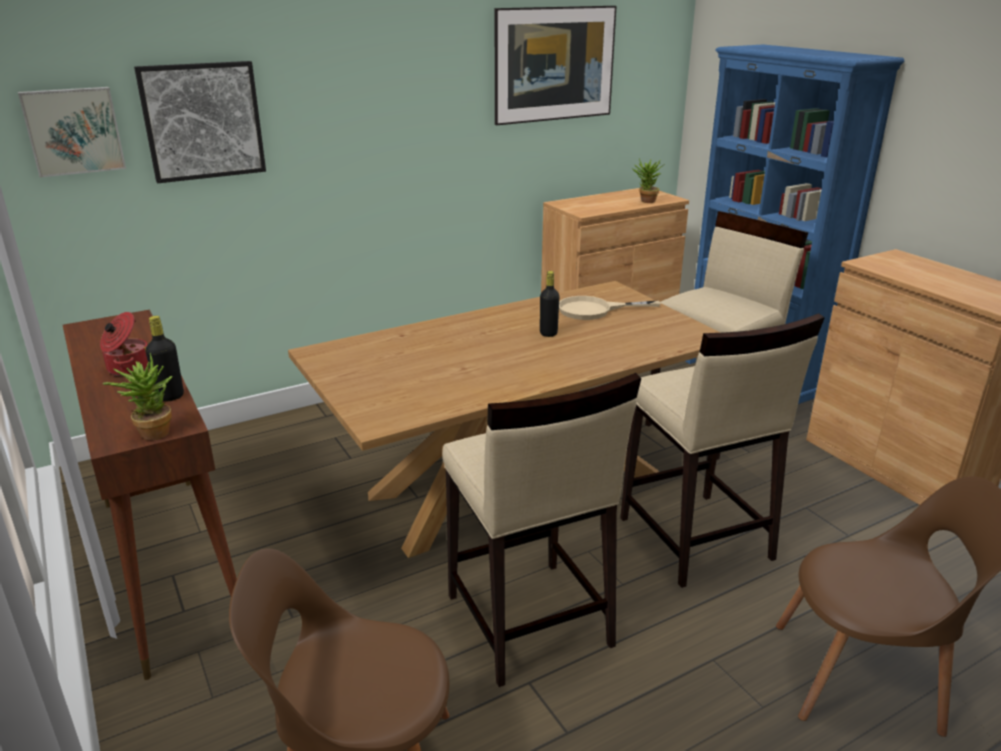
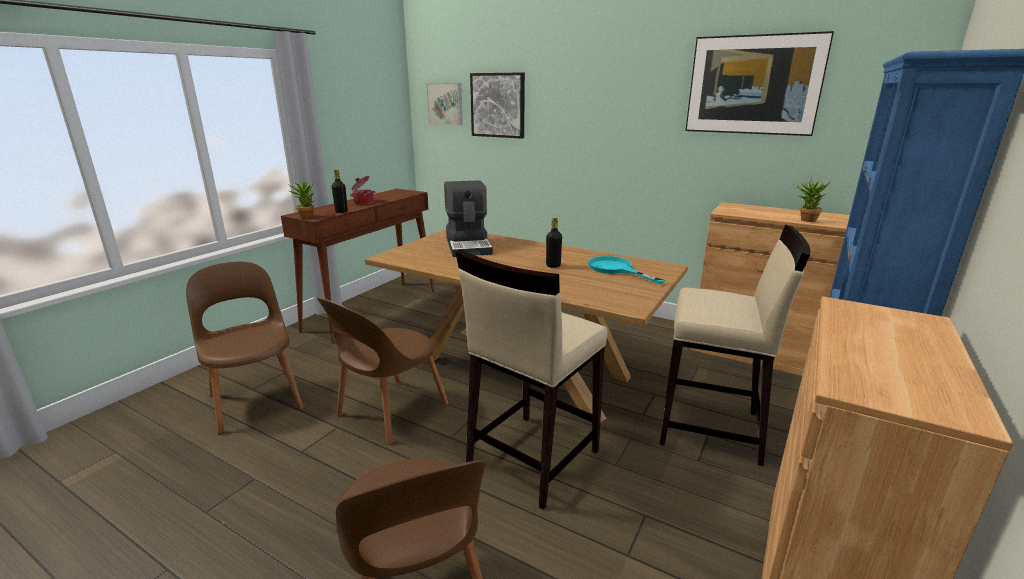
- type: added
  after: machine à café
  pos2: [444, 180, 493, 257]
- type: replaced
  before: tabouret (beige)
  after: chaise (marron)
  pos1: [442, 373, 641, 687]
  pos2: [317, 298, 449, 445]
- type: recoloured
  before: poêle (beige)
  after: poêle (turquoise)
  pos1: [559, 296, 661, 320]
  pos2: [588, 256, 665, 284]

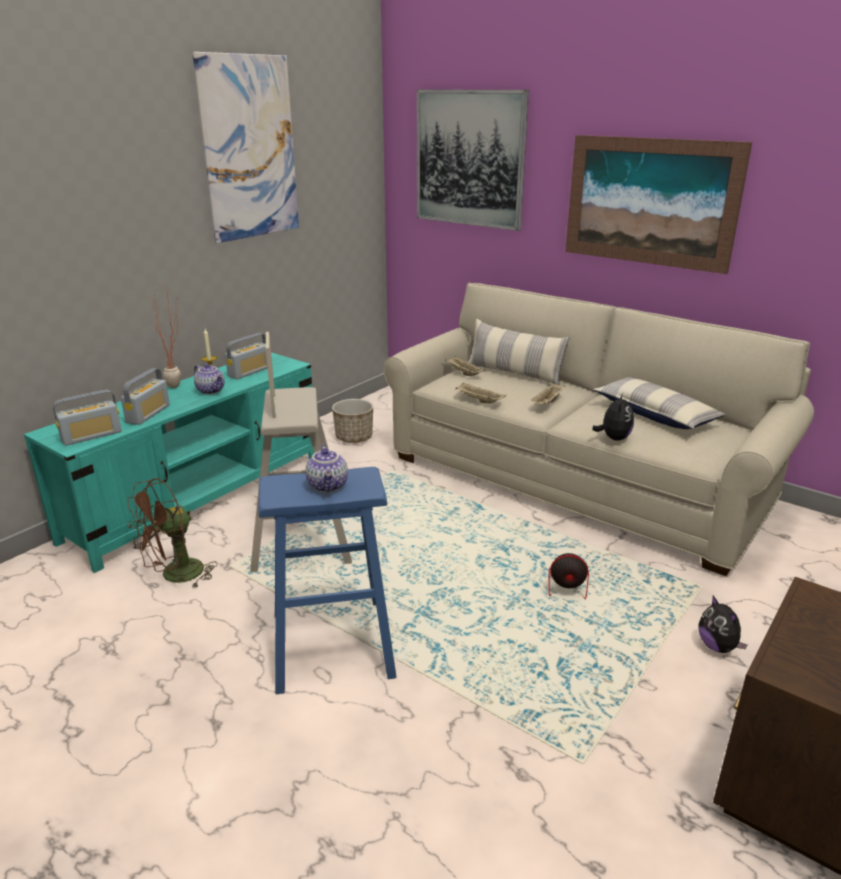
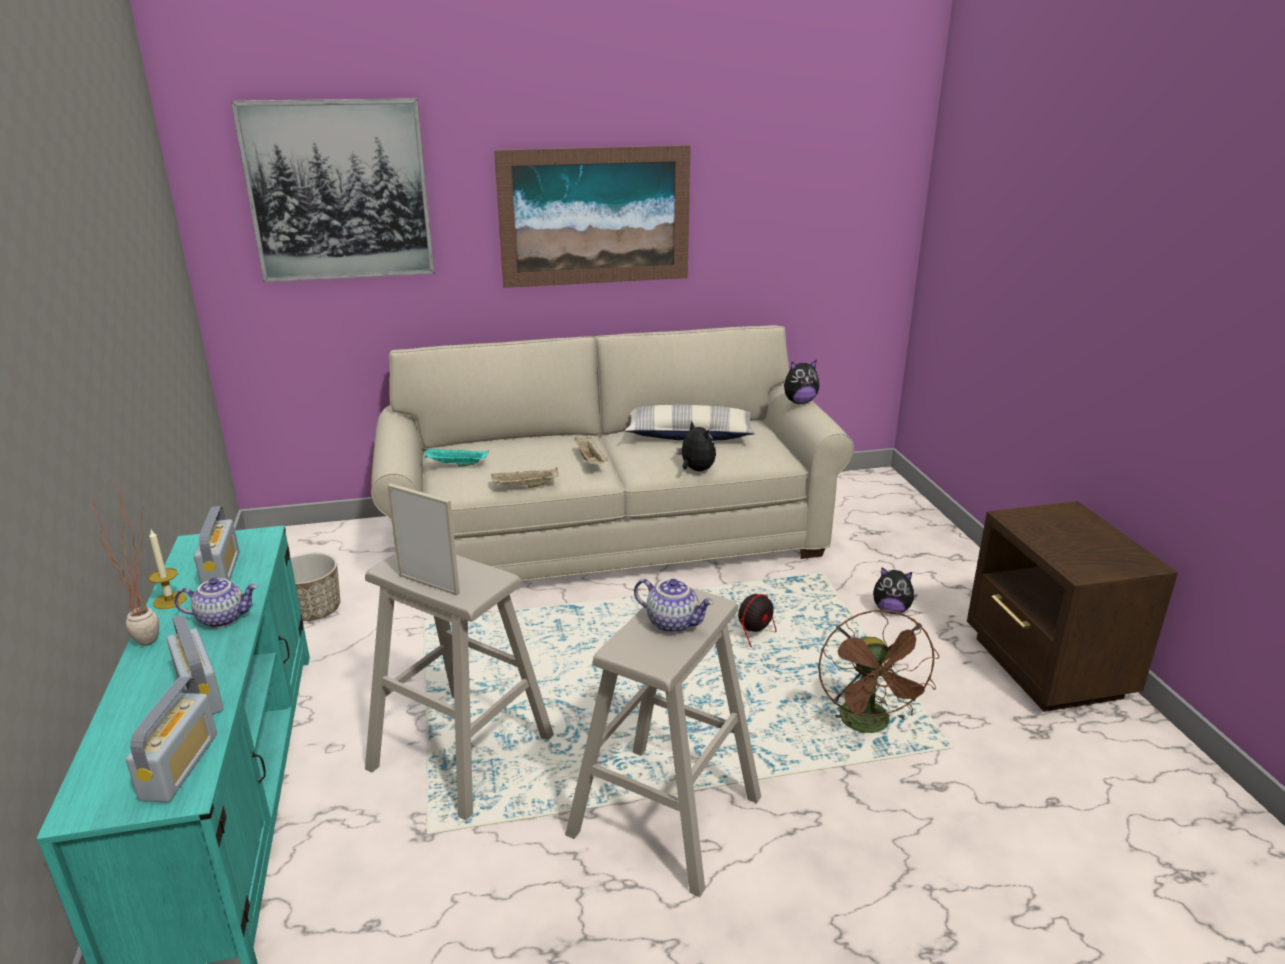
- type: removed
  before: tableau
  pos1: [192, 52, 299, 243]
- type: removed
  before: coussin
  pos1: [468, 319, 570, 385]
- type: added
  after: peluche
  pos2: [784, 360, 819, 404]
- type: moved
  before: ventilateur (marron)
  pos1: [127, 478, 218, 588]
  pos2: [818, 609, 939, 733]
- type: recoloured
  before: tabouret (bleu)
  after: tabouret (beige)
  pos1: [259, 467, 397, 694]
  pos2: [565, 588, 761, 897]
- type: recoloured
  before: plateau (beige)
  after: plateau (turquoise)
  pos1: [445, 356, 485, 376]
  pos2: [424, 448, 489, 467]

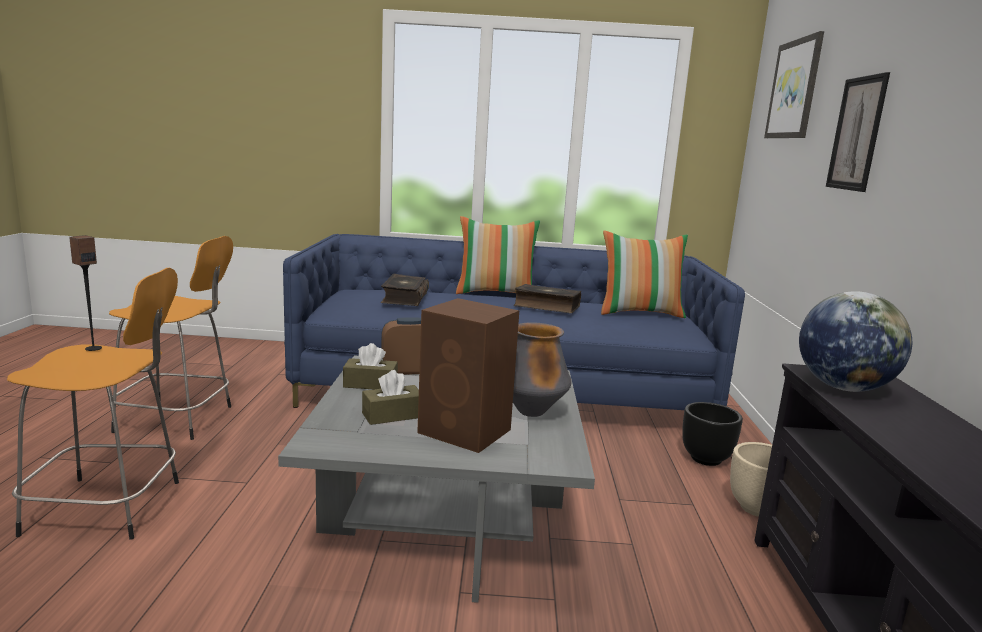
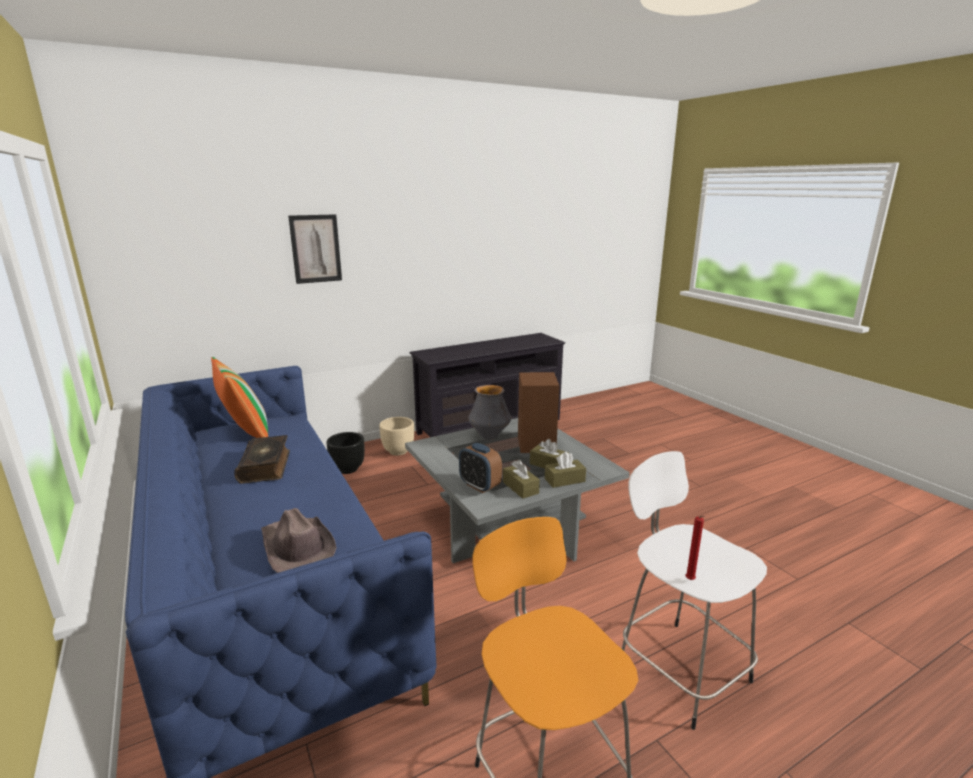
- type: removed
  before: coussin
  pos1: [456, 216, 540, 294]
- type: removed
  before: tableau
  pos1: [764, 31, 824, 138]
- type: removed
  before: globe
  pos1: [799, 291, 912, 392]
- type: added
  after: boîte à mouchoirs (marron)
  pos2: [545, 452, 586, 488]
- type: replaced
  before: enceinte
  after: bougie (rouge)
  pos1: [69, 235, 102, 351]
  pos2: [686, 516, 705, 580]
- type: replaced
  before: livre
  after: chapeau (marron)
  pos1: [381, 274, 429, 306]
  pos2: [261, 508, 337, 573]
- type: recoloured
  before: tabouret (orange)
  after: tabouret (blanc)
  pos1: [7, 268, 179, 540]
  pos2: [621, 451, 767, 730]

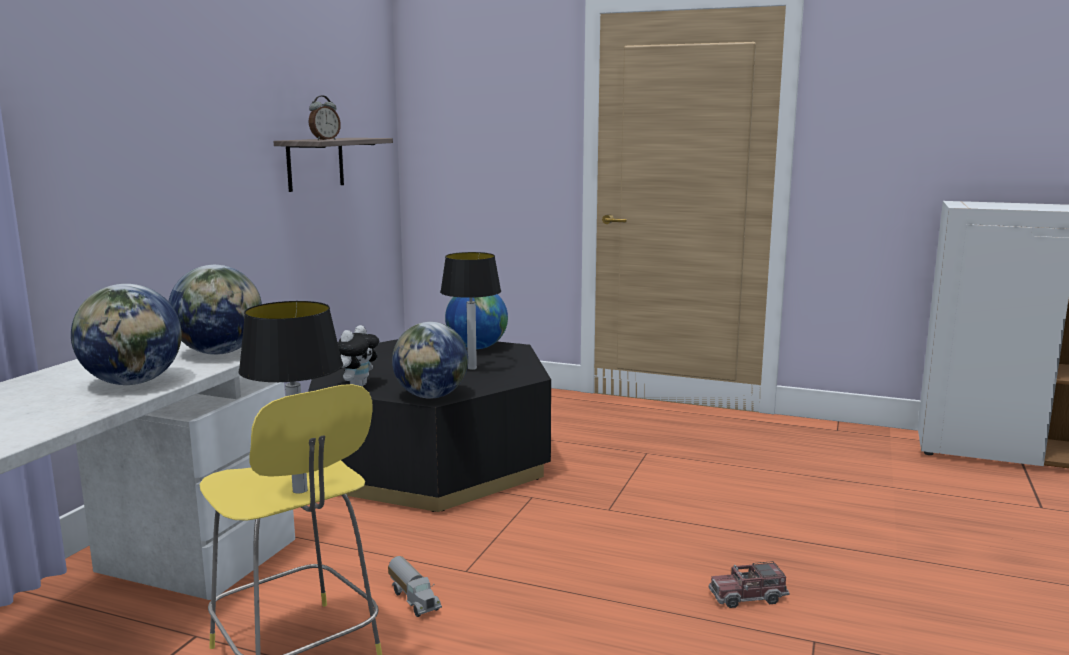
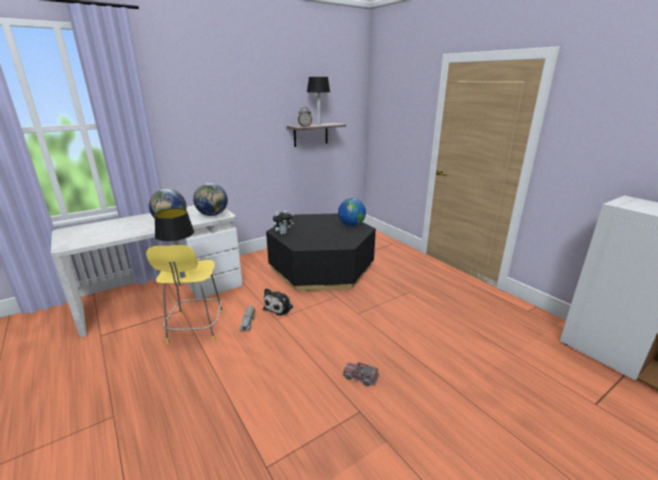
- type: removed
  before: globe
  pos1: [392, 322, 468, 399]
- type: added
  after: peluche
  pos2: [263, 288, 293, 316]
- type: moved
  before: lampe de table
  pos1: [440, 252, 501, 370]
  pos2: [307, 77, 330, 125]

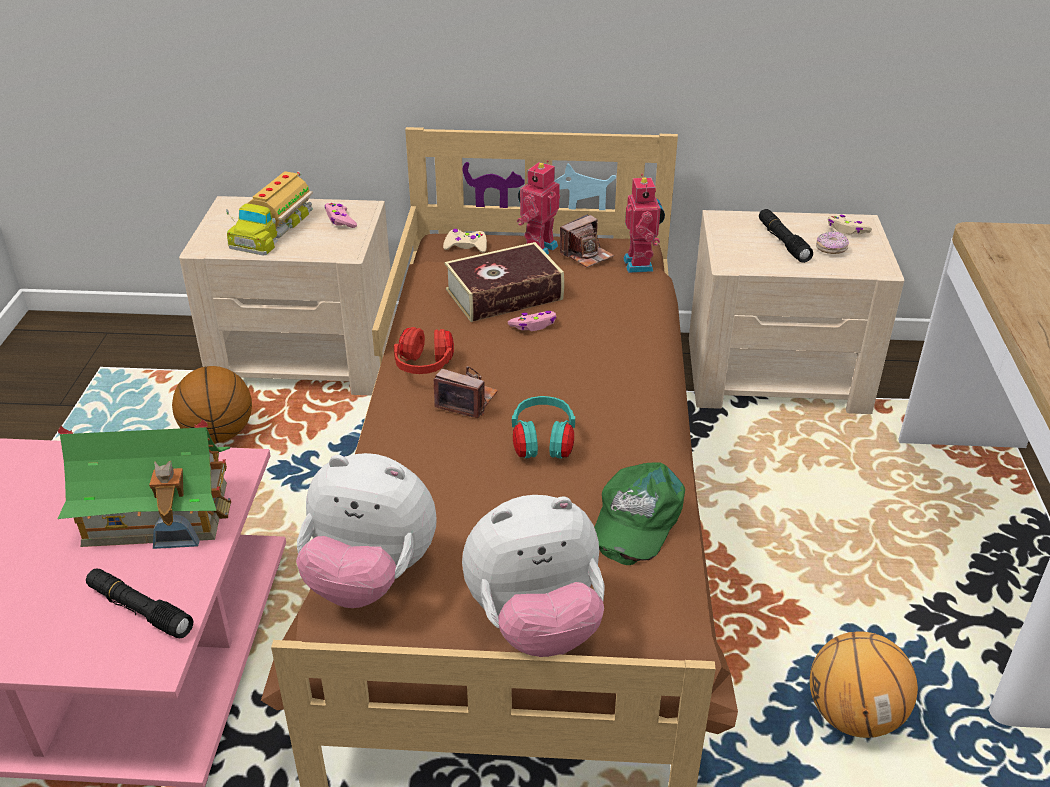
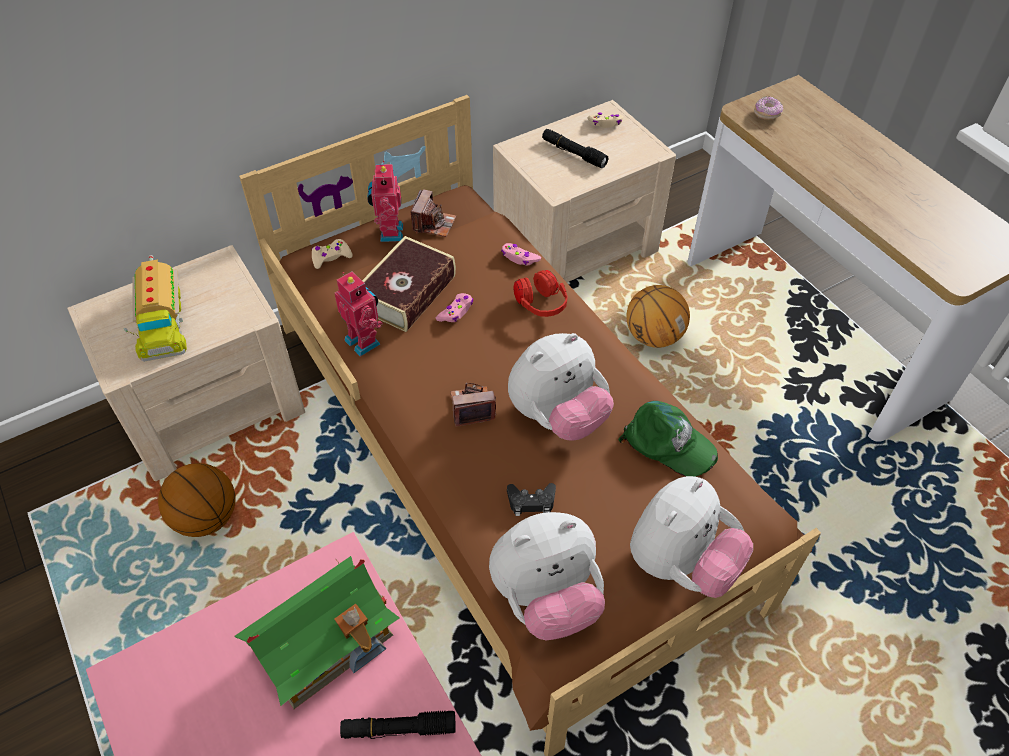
- type: added
  after: manette (noir)
  pos2: [507, 483, 556, 516]
- type: moved
  before: manette (rose)
  pos1: [325, 203, 357, 228]
  pos2: [501, 243, 541, 266]
- type: moved
  before: casque audio (rouge)
  pos1: [394, 327, 454, 374]
  pos2: [513, 270, 568, 317]
- type: moved
  before: robot jouet
  pos1: [623, 174, 665, 273]
  pos2: [334, 272, 383, 357]
- type: moved
  before: ballon de basket
  pos1: [810, 631, 918, 738]
  pos2: [626, 285, 690, 348]
- type: moved
  before: beignet
  pos1: [816, 231, 849, 254]
  pos2: [754, 96, 783, 120]
- type: replaced
  before: casque audio (turquoise)
  after: peluche
  pos1: [512, 396, 575, 459]
  pos2: [508, 333, 614, 441]
- type: turned
  before: casquette (vert)
  pos1: [594, 462, 685, 565]
  pos2: [618, 401, 718, 477]
  turn: -45

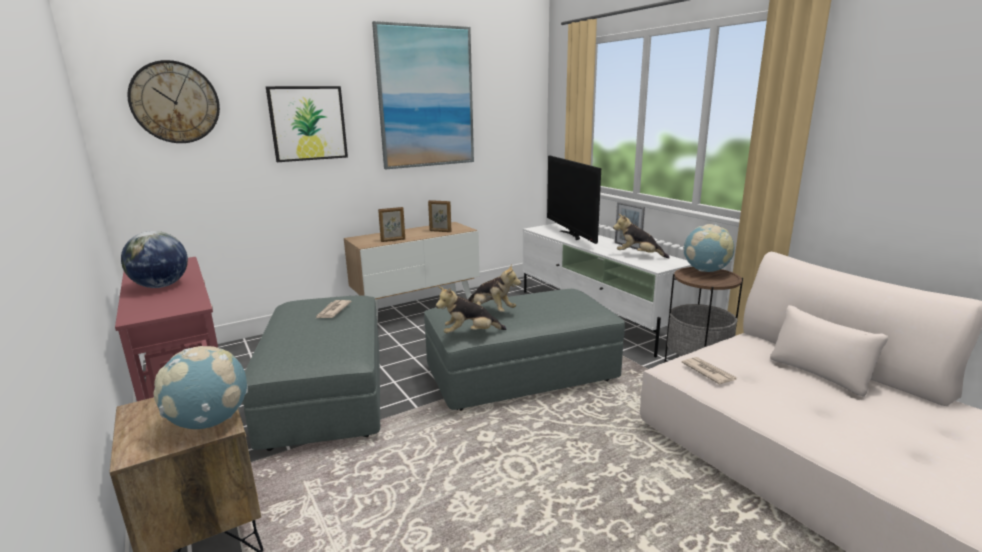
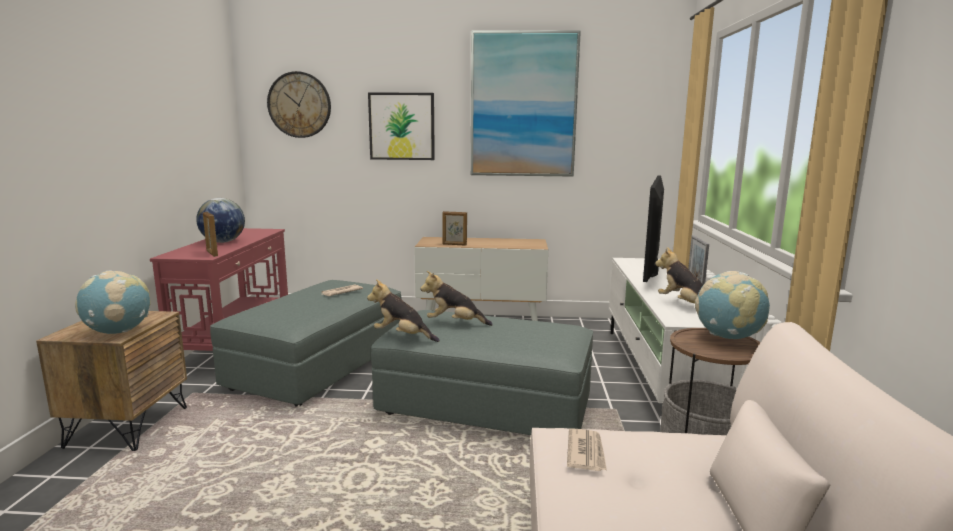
- type: moved
  before: cadre photo
  pos1: [428, 200, 451, 232]
  pos2: [203, 212, 218, 257]
- type: turned
  before: peluche
  pos1: [468, 264, 521, 312]
  pos2: [420, 271, 493, 326]
  turn: 120

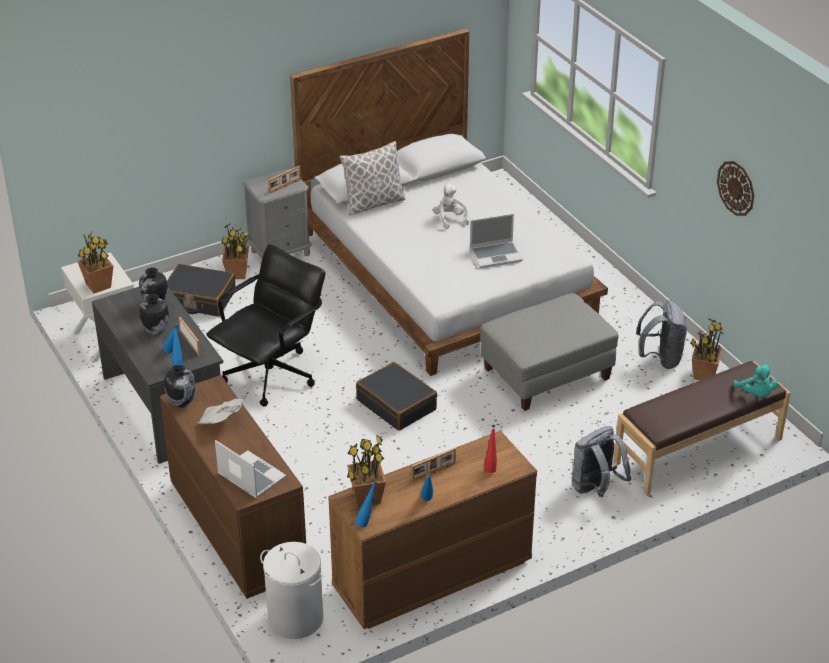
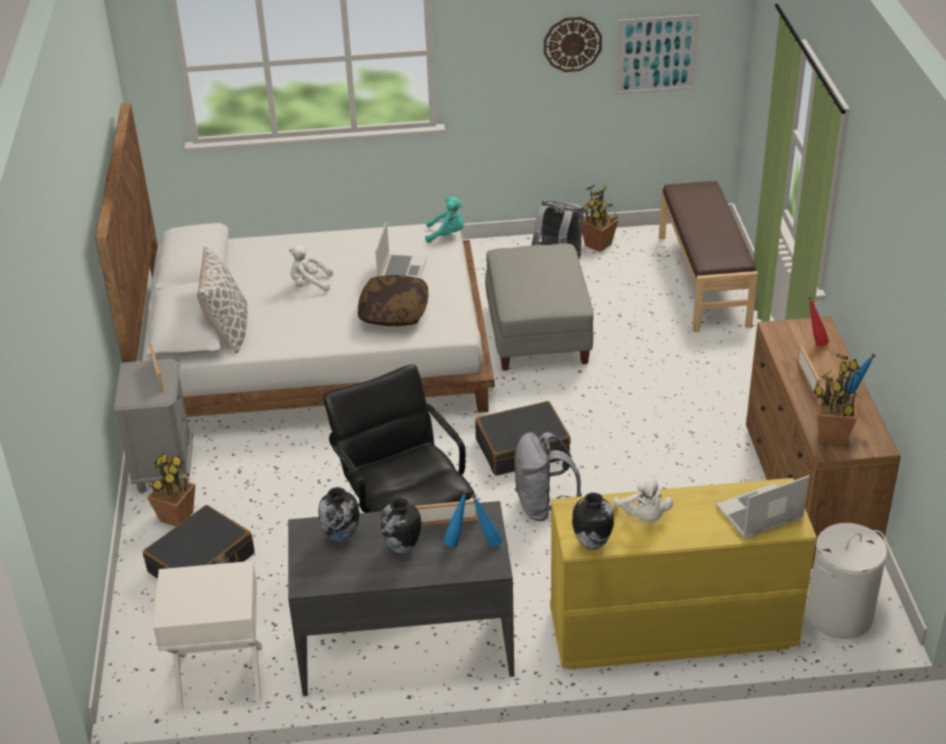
- type: removed
  before: plante en pot
  pos1: [77, 232, 113, 293]
- type: removed
  before: bouteille (bleu)
  pos1: [356, 481, 377, 527]
- type: added
  after: coussin
  pos2: [358, 275, 428, 326]
- type: added
  after: tableau
  pos2: [616, 14, 699, 95]
- type: moved
  before: sac à dos (gris)
  pos1: [572, 426, 631, 497]
  pos2: [514, 432, 582, 521]
- type: moved
  before: peluche (turquoise)
  pos1: [733, 364, 778, 397]
  pos2: [425, 197, 464, 243]
- type: replaced
  before: journal
  after: peluche (blanc)
  pos1: [197, 399, 244, 424]
  pos2: [613, 476, 673, 522]
- type: recoloured
  before: commode (marron)
  after: commode (jaune)
  pos1: [160, 375, 306, 599]
  pos2: [550, 478, 817, 670]

